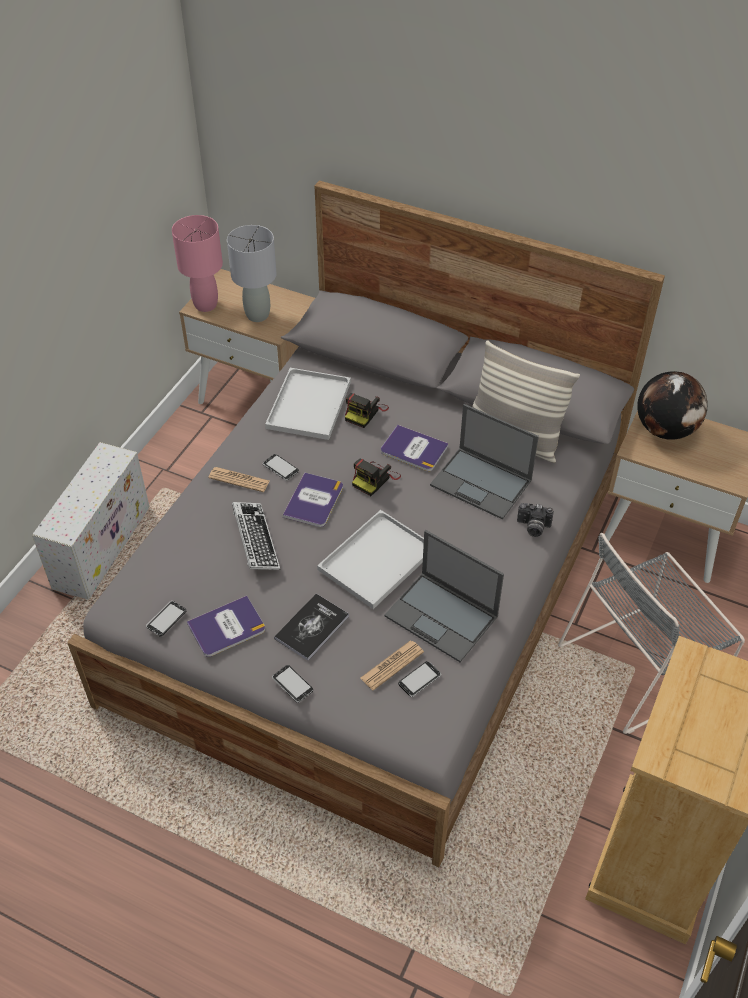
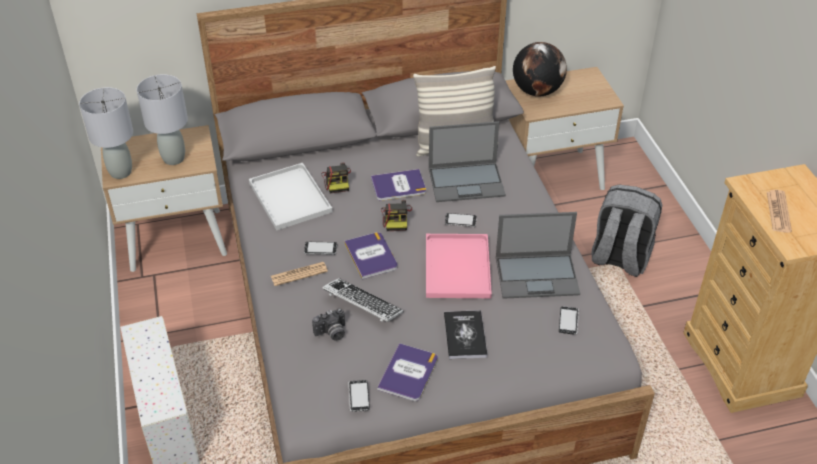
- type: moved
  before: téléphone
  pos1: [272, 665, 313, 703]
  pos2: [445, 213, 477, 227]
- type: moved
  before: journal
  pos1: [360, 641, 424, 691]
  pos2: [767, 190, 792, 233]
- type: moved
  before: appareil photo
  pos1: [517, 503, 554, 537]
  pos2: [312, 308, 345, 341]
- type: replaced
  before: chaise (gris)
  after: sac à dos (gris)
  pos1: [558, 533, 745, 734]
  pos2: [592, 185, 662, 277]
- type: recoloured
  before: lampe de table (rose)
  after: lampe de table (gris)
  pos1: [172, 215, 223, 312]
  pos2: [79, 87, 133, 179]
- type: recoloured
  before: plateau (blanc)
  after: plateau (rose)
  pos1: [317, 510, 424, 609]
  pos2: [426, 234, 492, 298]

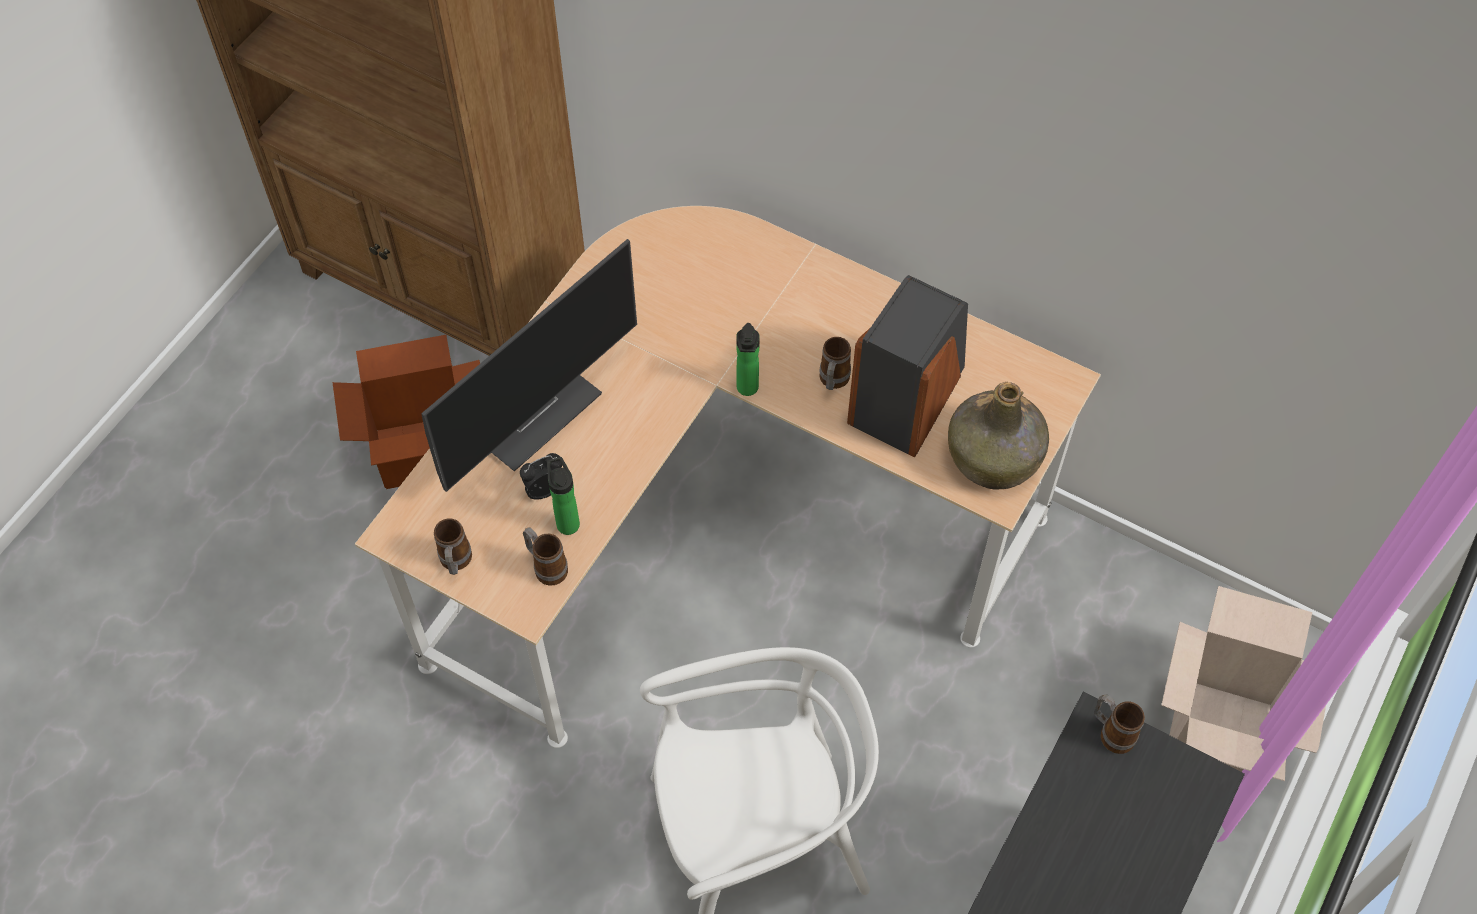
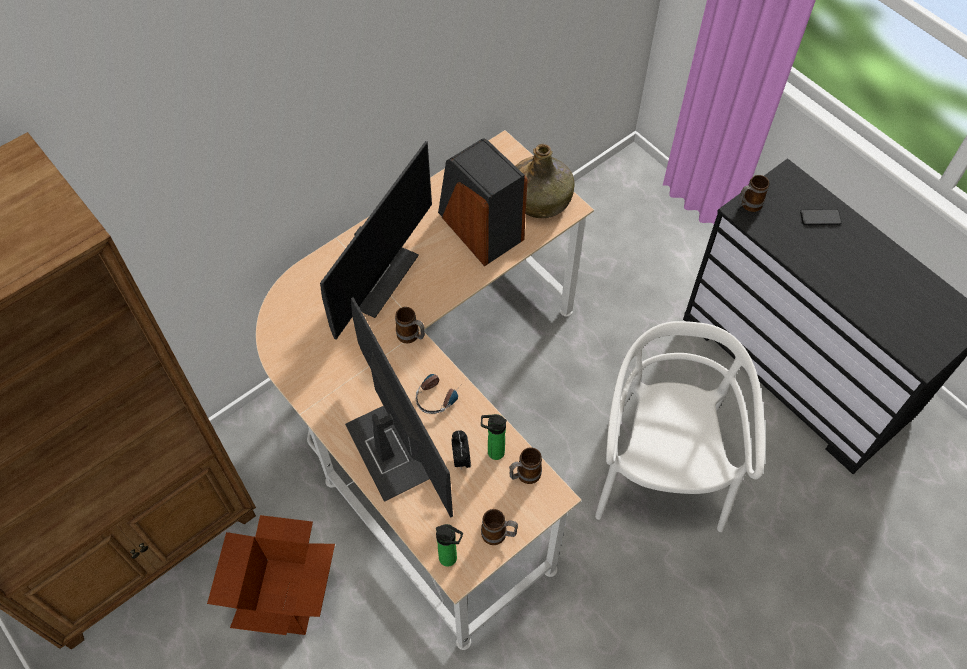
- type: removed
  before: carton
  pos1: [1161, 586, 1326, 781]
- type: added
  after: écran d'ordinateur
  pos2: [320, 141, 432, 340]
- type: added
  after: casque audio
  pos2: [416, 374, 464, 414]
- type: added
  after: téléphone
  pos2: [800, 209, 842, 225]
- type: moved
  before: bouteille
  pos1: [736, 323, 760, 396]
  pos2: [436, 524, 463, 567]
- type: moved
  before: mug
  pos1: [819, 337, 851, 390]
  pos2: [395, 307, 425, 344]

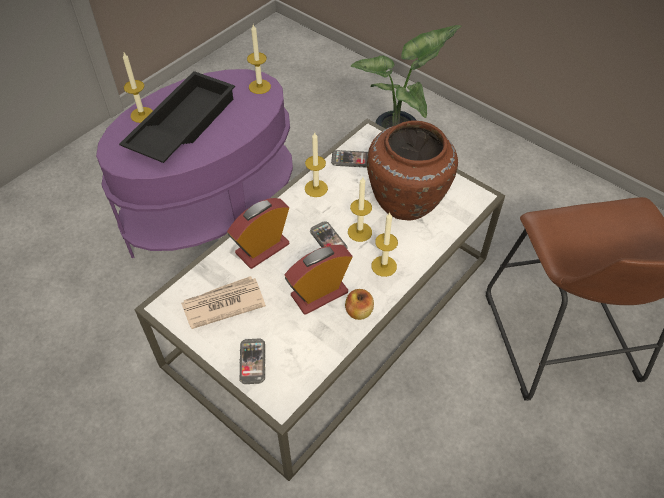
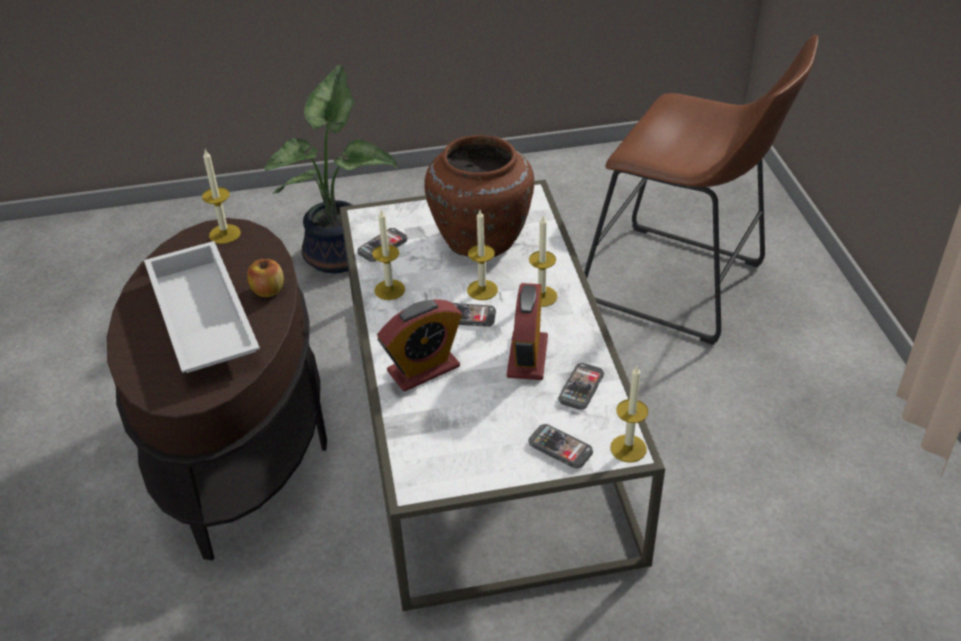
- type: removed
  before: journal
  pos1: [181, 276, 266, 329]
- type: added
  after: téléphone
  pos2: [558, 363, 604, 410]
- type: moved
  before: bougie
  pos1: [123, 53, 153, 123]
  pos2: [610, 366, 648, 463]
- type: moved
  before: pomme
  pos1: [345, 289, 374, 320]
  pos2: [247, 259, 284, 297]
- type: recoloured
  before: table d'appoint (violet)
  after: table d'appoint (marron)
  pos1: [96, 69, 293, 258]
  pos2: [107, 218, 327, 560]
- type: recoloured
  before: plateau (noir)
  after: plateau (blanc)
  pos1: [119, 71, 235, 163]
  pos2: [144, 241, 260, 373]
- type: turned
  before: réveil
  pos1: [227, 198, 289, 269]
  pos2: [377, 299, 462, 392]
  turn: -120

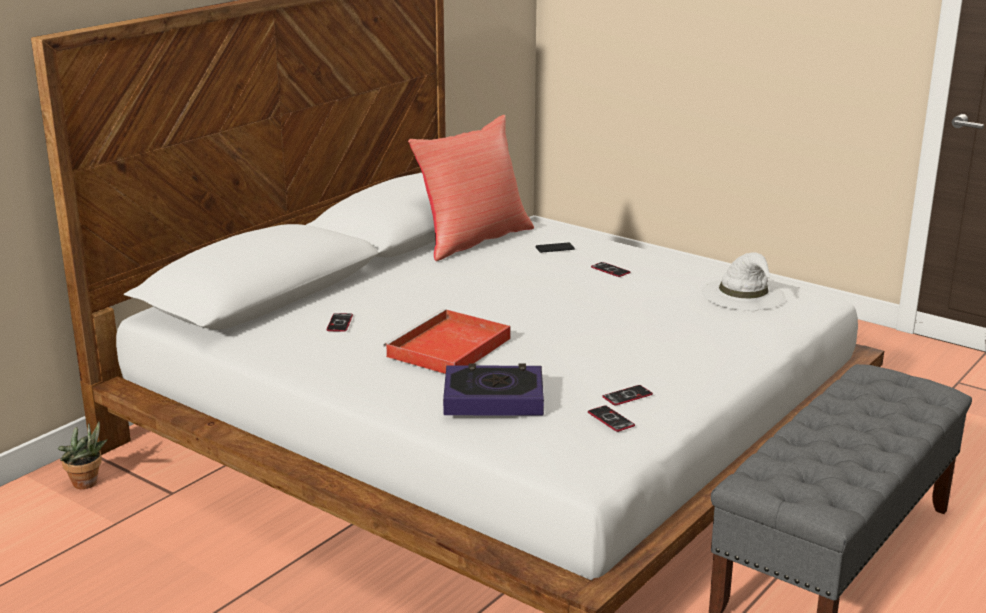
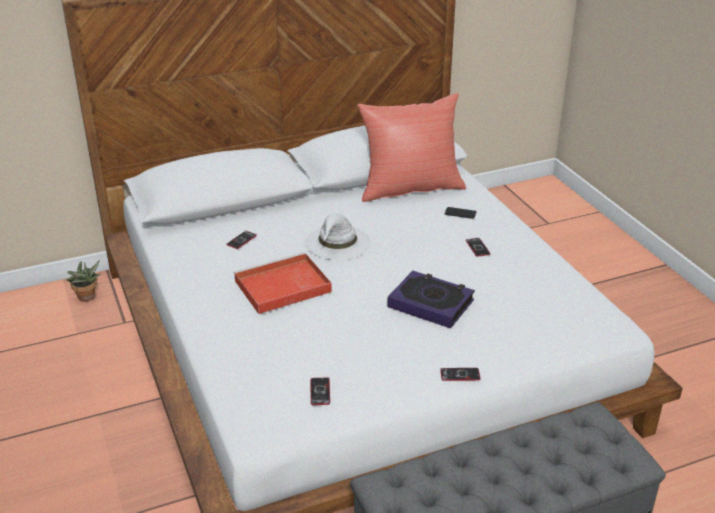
- type: moved
  before: livre
  pos1: [443, 363, 544, 416]
  pos2: [387, 271, 475, 329]
- type: moved
  before: téléphone
  pos1: [602, 385, 653, 405]
  pos2: [440, 368, 480, 381]
- type: moved
  before: chapeau (blanc)
  pos1: [701, 252, 786, 311]
  pos2: [305, 213, 370, 260]

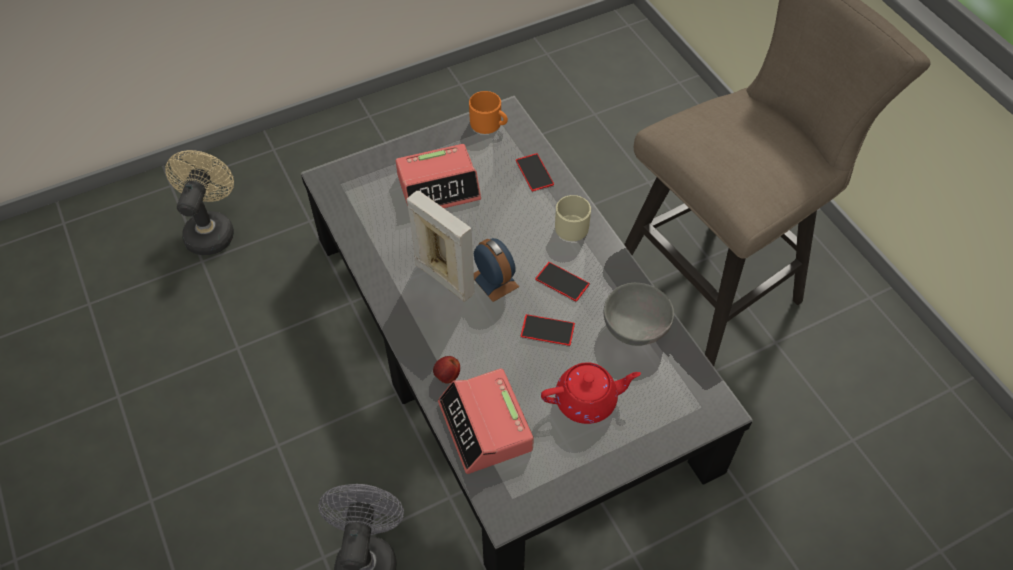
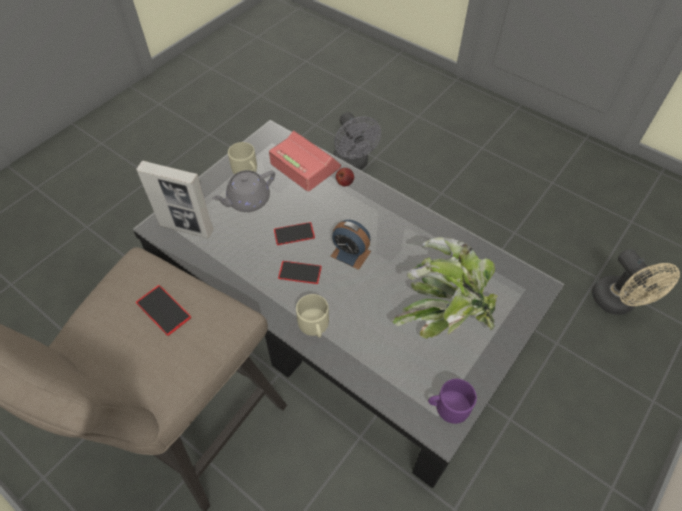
- type: removed
  before: bol (gris)
  pos1: [604, 283, 674, 346]
- type: added
  after: mug (beige)
  pos2: [228, 142, 257, 174]
- type: moved
  before: cadre photo
  pos1: [406, 191, 475, 302]
  pos2: [136, 161, 213, 238]
- type: moved
  before: téléphone
  pos1: [516, 153, 554, 191]
  pos2: [136, 285, 191, 336]
- type: replaced
  before: réveil
  after: plante en pot
  pos1: [395, 144, 481, 208]
  pos2: [391, 237, 498, 339]
- type: recoloured
  before: mug (orange)
  after: mug (violet)
  pos1: [469, 91, 508, 134]
  pos2: [428, 379, 477, 424]
- type: recoloured
  before: théière (rouge)
  after: théière (gris)
  pos1: [541, 362, 641, 424]
  pos2: [212, 170, 275, 212]

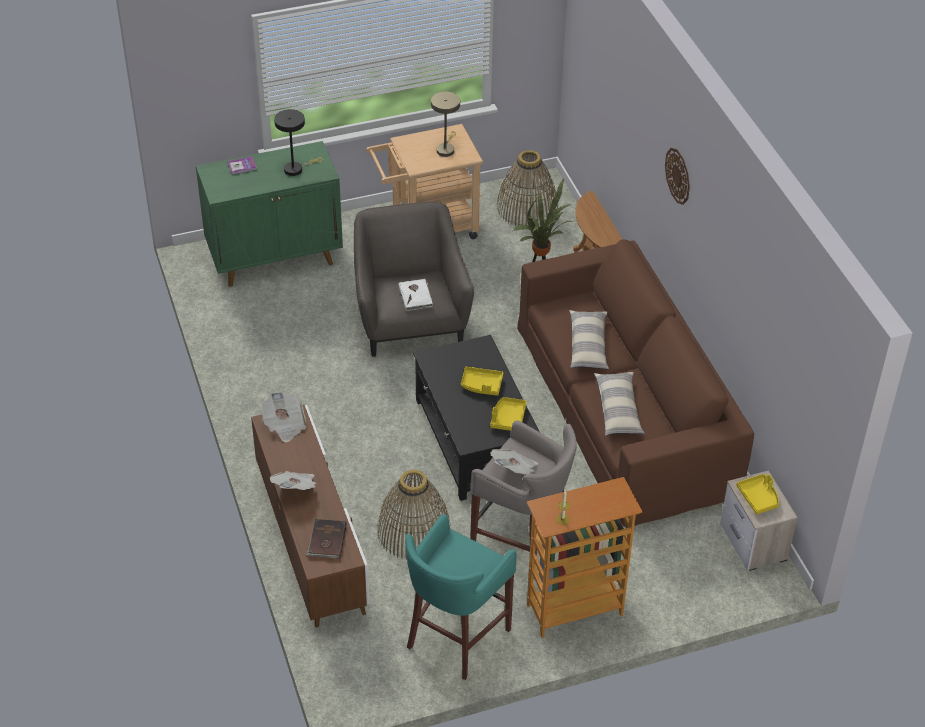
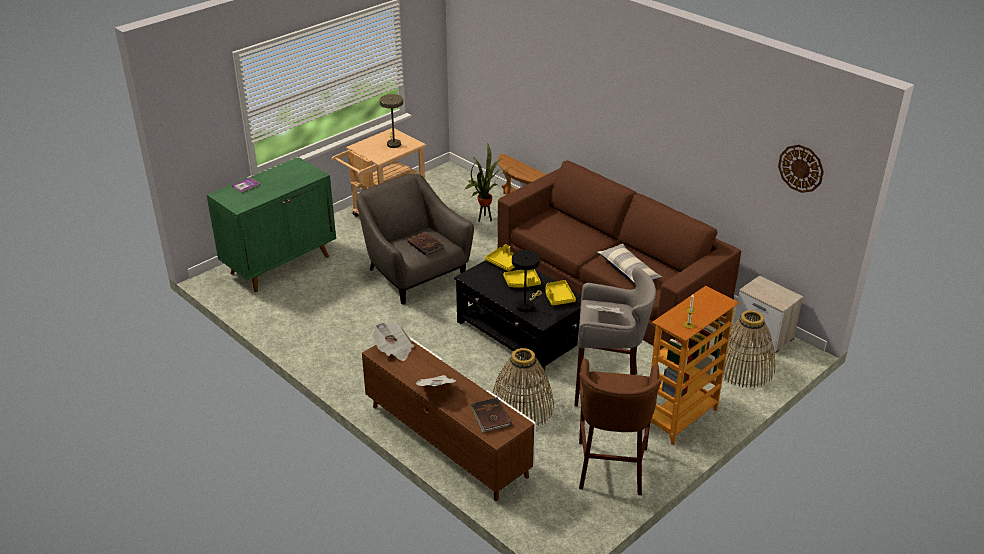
- type: removed
  before: coussin
  pos1: [569, 310, 609, 369]
- type: moved
  before: lampe de table (noir)
  pos1: [274, 109, 323, 176]
  pos2: [512, 250, 542, 312]
- type: moved
  before: panier
  pos1: [497, 150, 558, 227]
  pos2: [720, 310, 775, 388]
- type: moved
  before: horloge murale
  pos1: [665, 148, 690, 205]
  pos2: [778, 145, 824, 193]
- type: moved
  before: plateau (jaune)
  pos1: [736, 474, 779, 514]
  pos2: [485, 244, 515, 271]
- type: recoloured
  before: livre (blanc)
  after: livre (marron)
  pos1: [398, 278, 433, 311]
  pos2: [408, 232, 444, 256]
- type: recoloured
  before: tabouret (turquoise)
  after: tabouret (marron)
  pos1: [405, 514, 516, 680]
  pos2: [579, 358, 662, 495]

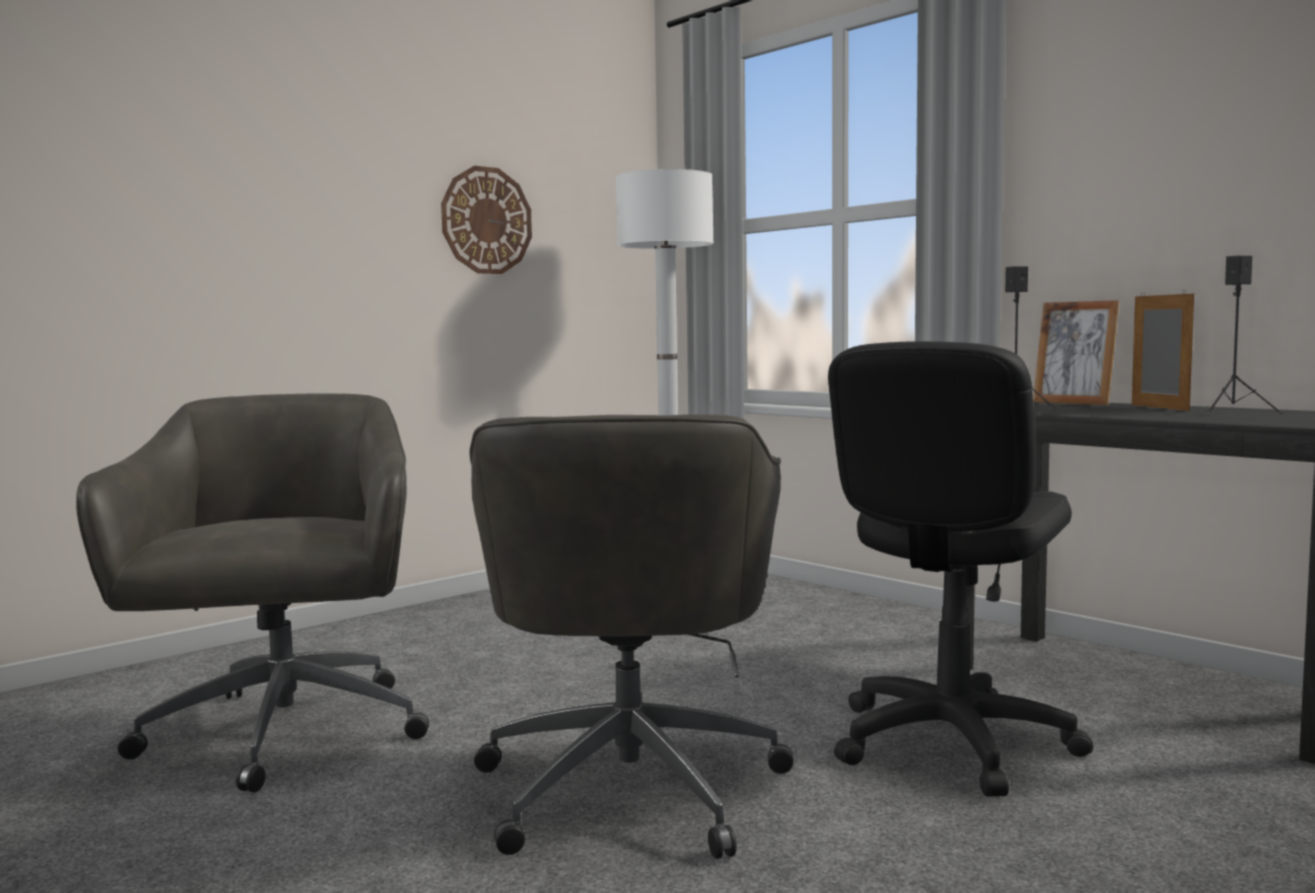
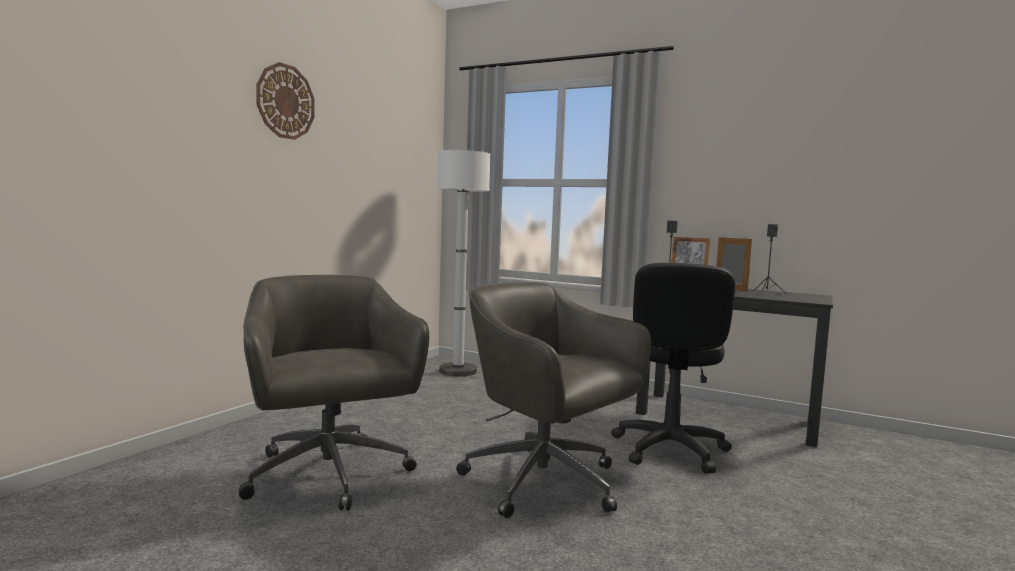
- type: moved
  before: horloge murale
  pos1: [441, 166, 532, 274]
  pos2: [256, 62, 314, 140]
- type: turned
  before: chaise de bureau (gris)
  pos1: [469, 414, 793, 859]
  pos2: [456, 282, 651, 518]
  turn: 150

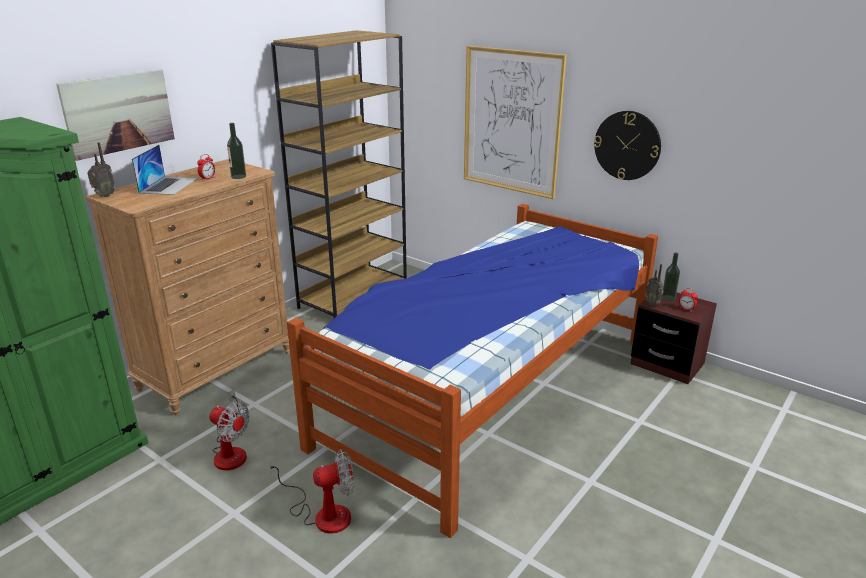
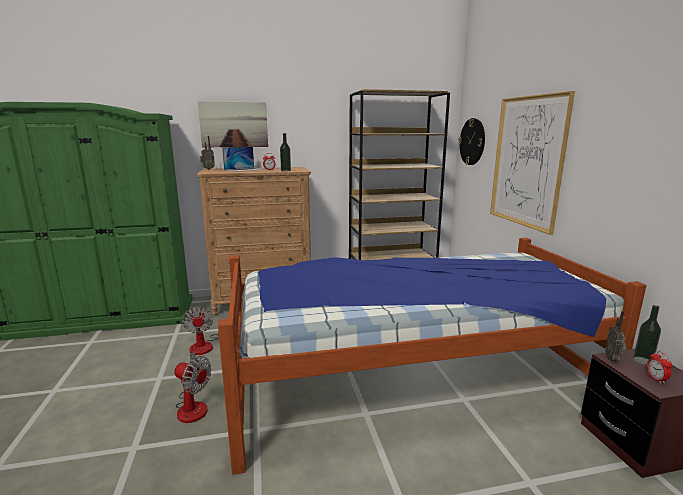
- type: moved
  before: horloge murale
  pos1: [594, 111, 661, 180]
  pos2: [458, 118, 485, 165]

